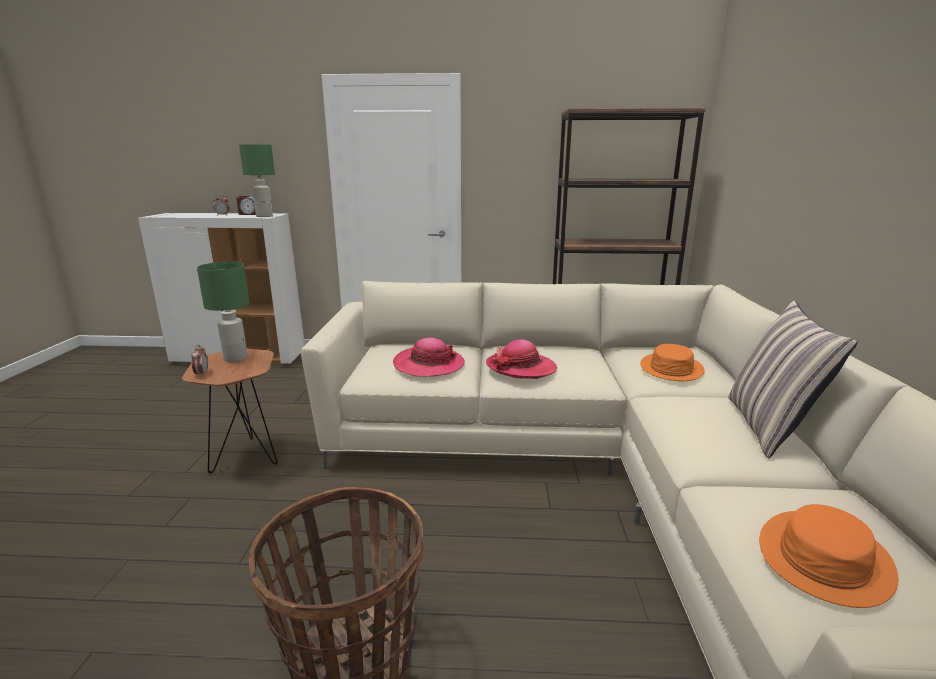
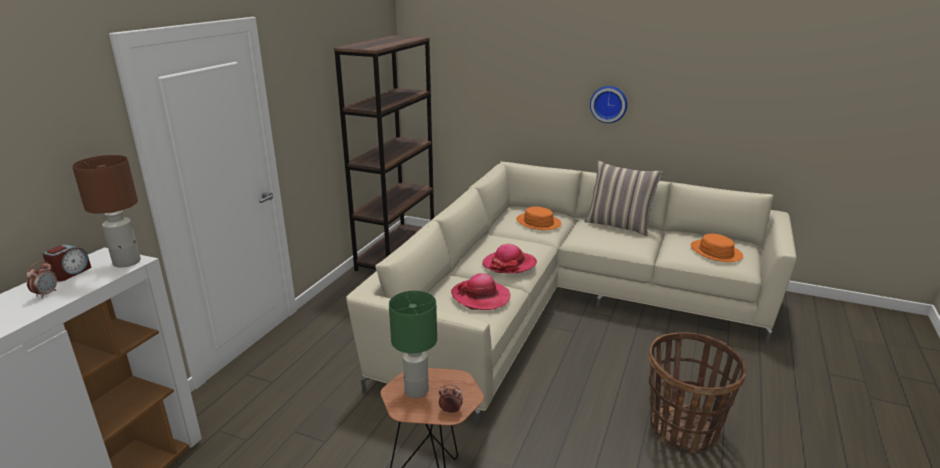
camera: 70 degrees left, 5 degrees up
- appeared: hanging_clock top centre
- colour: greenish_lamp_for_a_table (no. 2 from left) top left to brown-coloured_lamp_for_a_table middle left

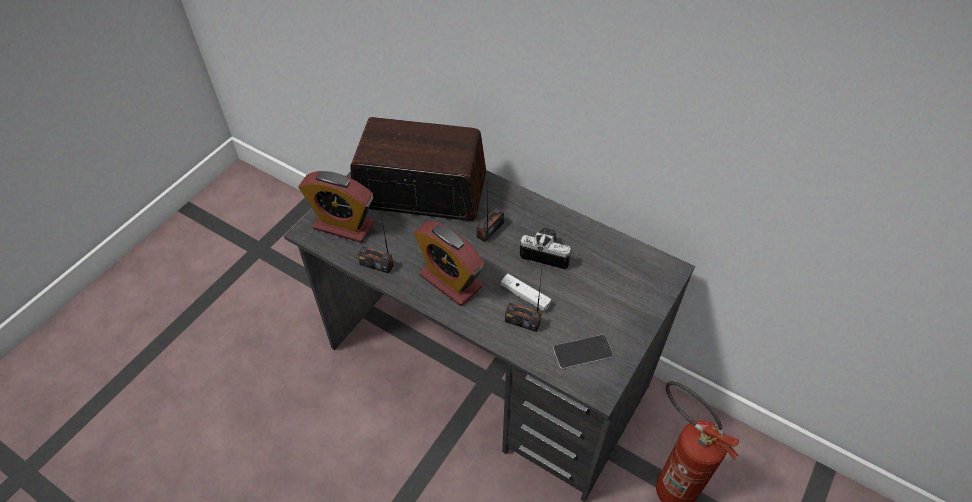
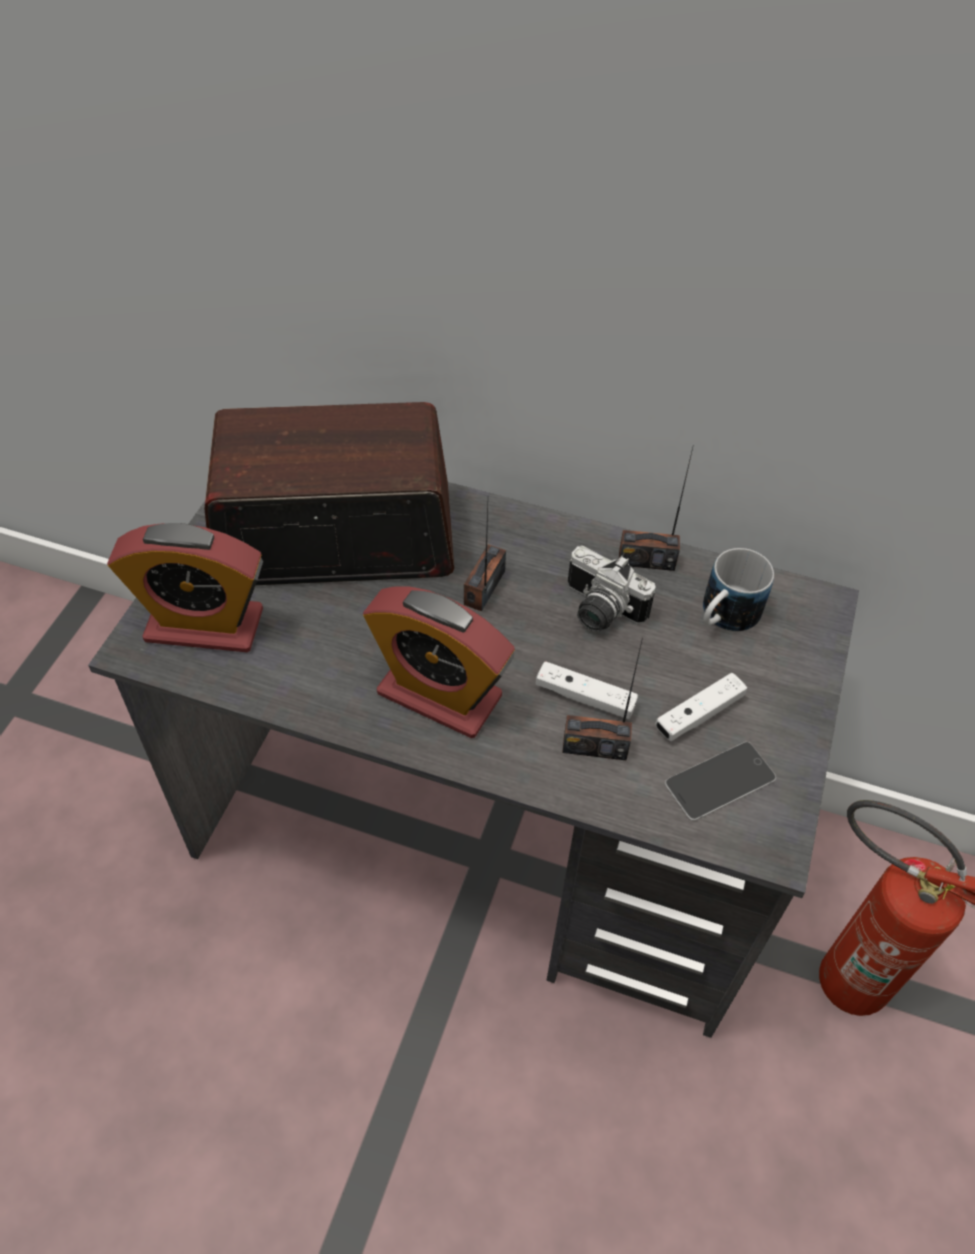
camera: 15 degrees left, 0 degrees up
- appeared: white_game_controller (no. 2 from left) middle right
- appeared: coffee_mug middle right
- relocated: radio_receiver (no. 1 from left in the first image) centre to radio_receiver (no. 4 from left) middle right
- spun: photo_camera centre = centre 150 degrees counterclockwise

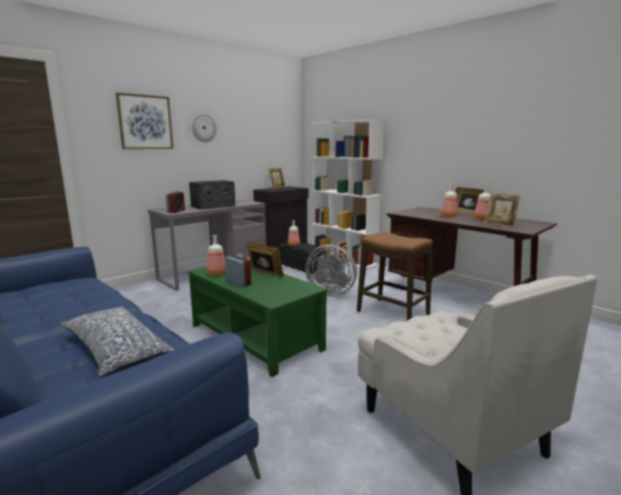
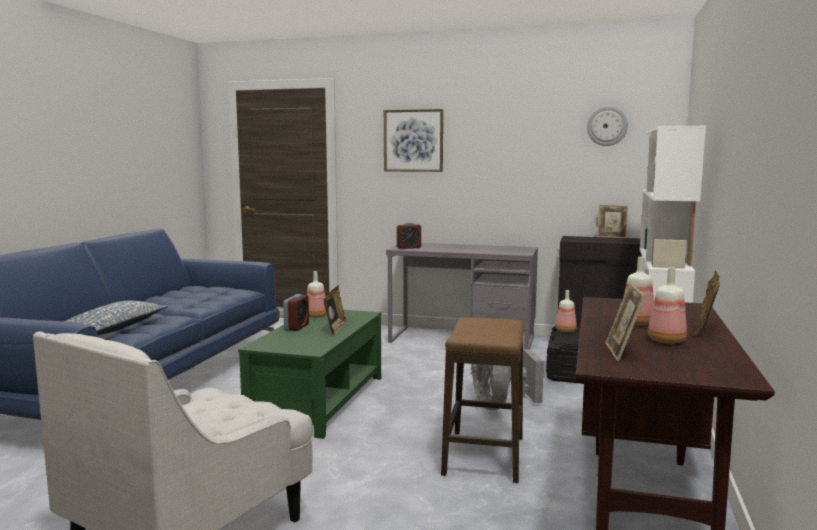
camera: 60 degrees right, 5 degrees down
- missing: radio_receiver centre
- relocated: hanging_clock top left to top right

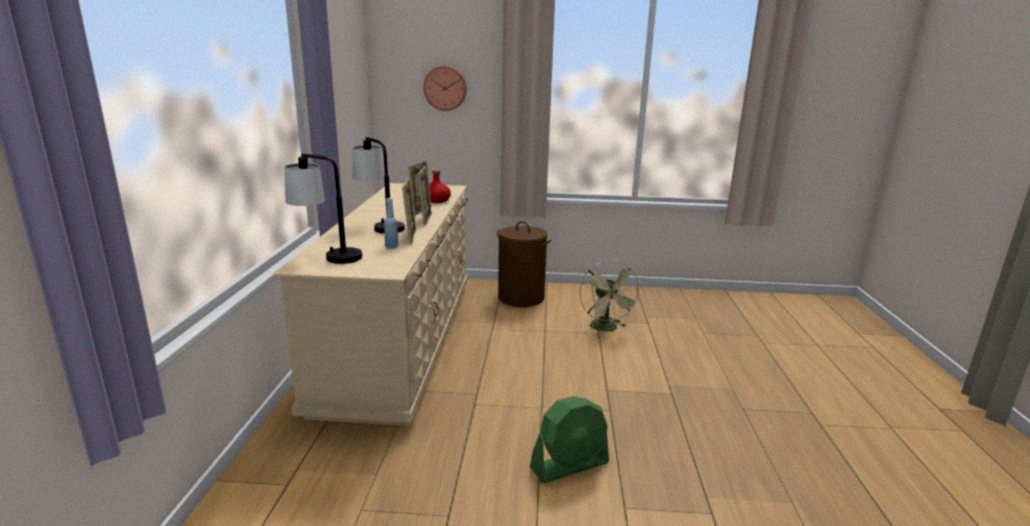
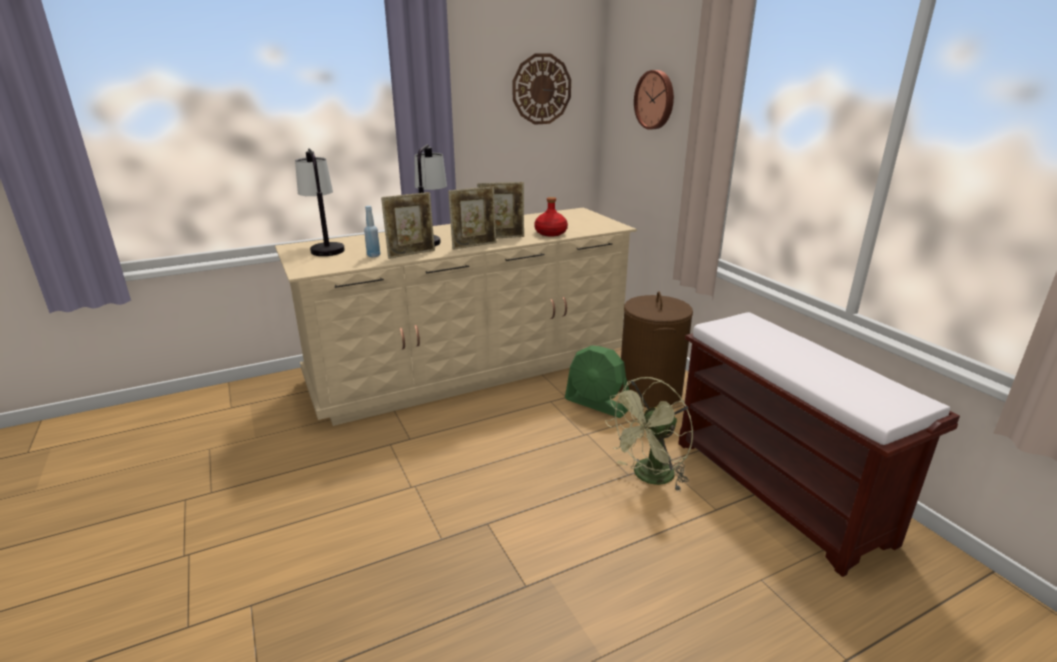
camera: 60 degrees right, 5 degrees up
- appeared: hanging_clock (no. 1 from left) top centre
- appeared: brown-coloured_indoor_bench bottom right
- relocated: greenish_electric_fan (no. 1 from left) bottom centre to centre

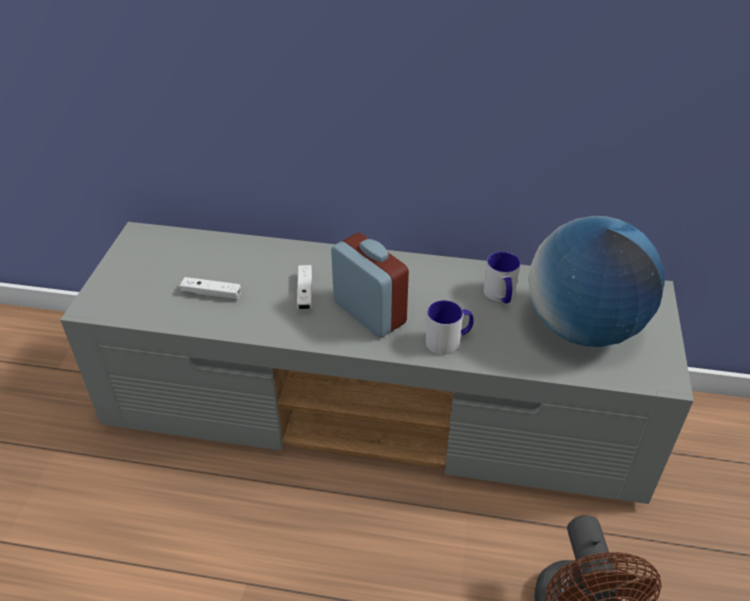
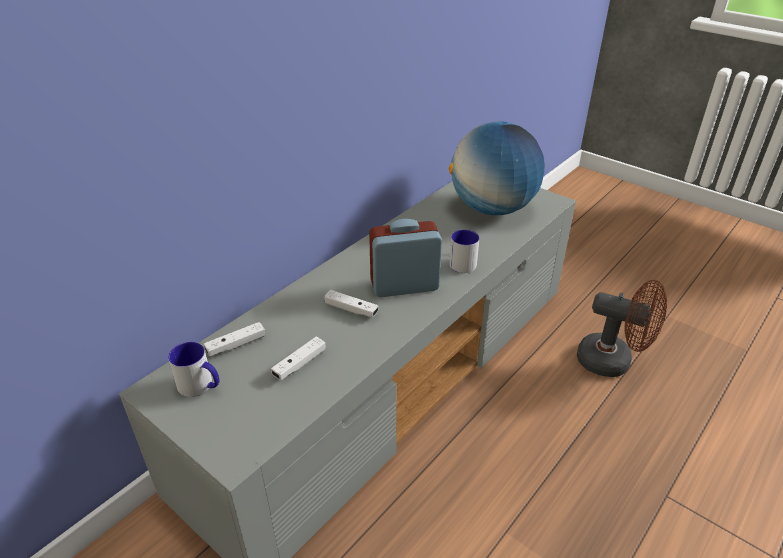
camera: 60 degrees left, 5 degrees down
- appeared: white_game_controller (no. 1 from left) middle left
- relocated: coffee_mug (no. 2 from left in the first image) middle right to coffee_mug (no. 1 from left) middle left

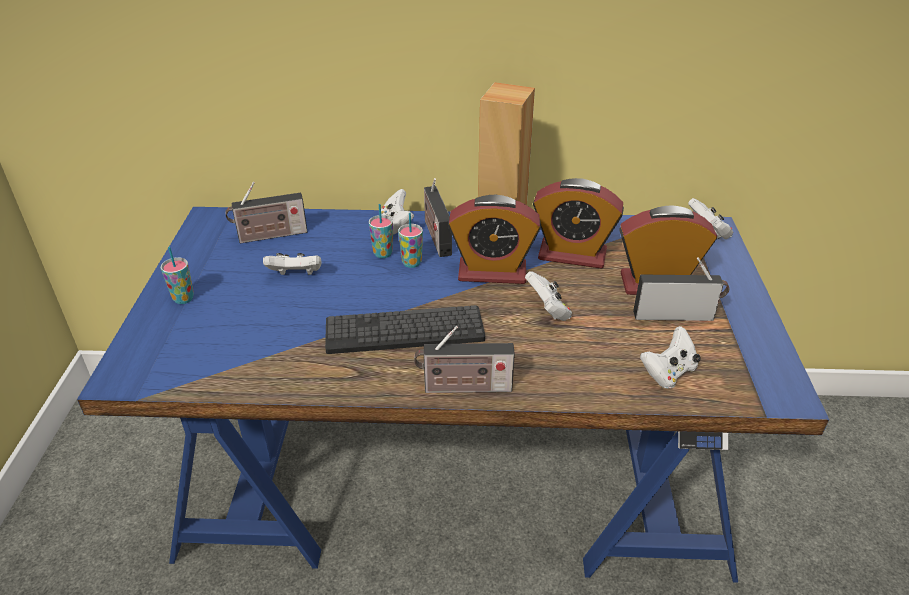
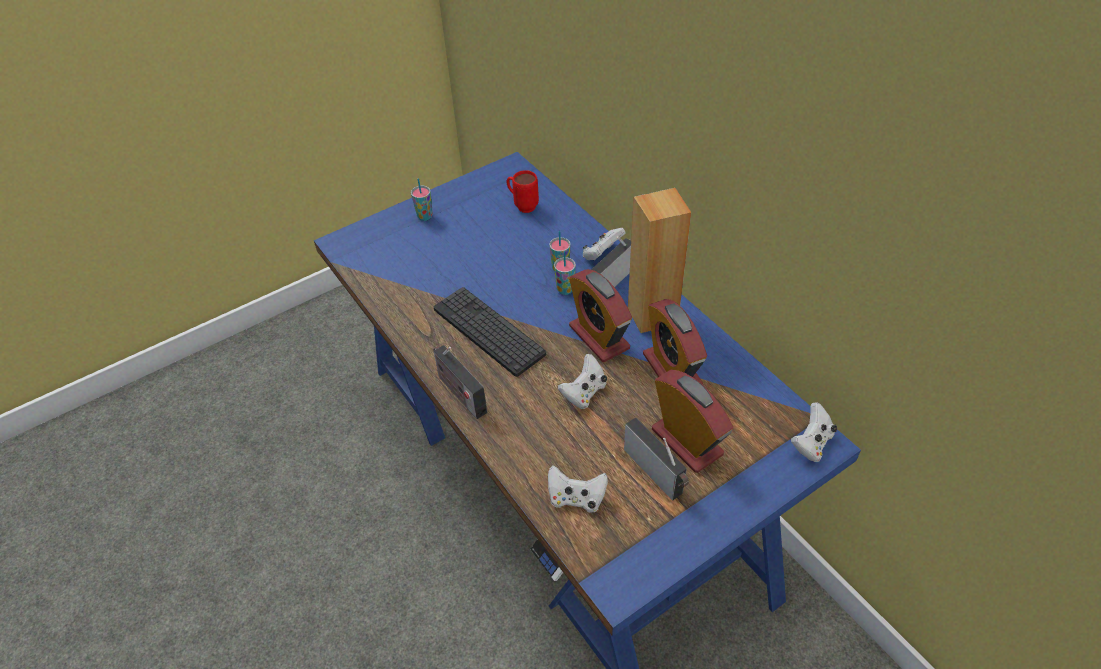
camera: 55 degrees right, 10 degrees up
- missing: white_game_controller (no. 1 from left) middle left
- exchanged: radio_receiver (no. 1 from left) middle left to red_coffee_mug top centre

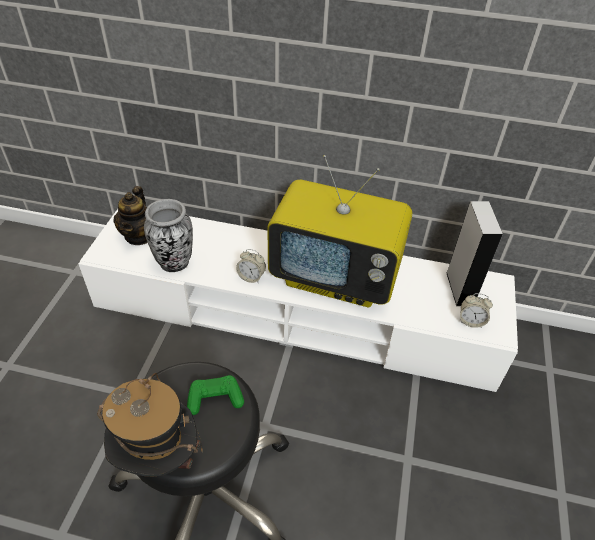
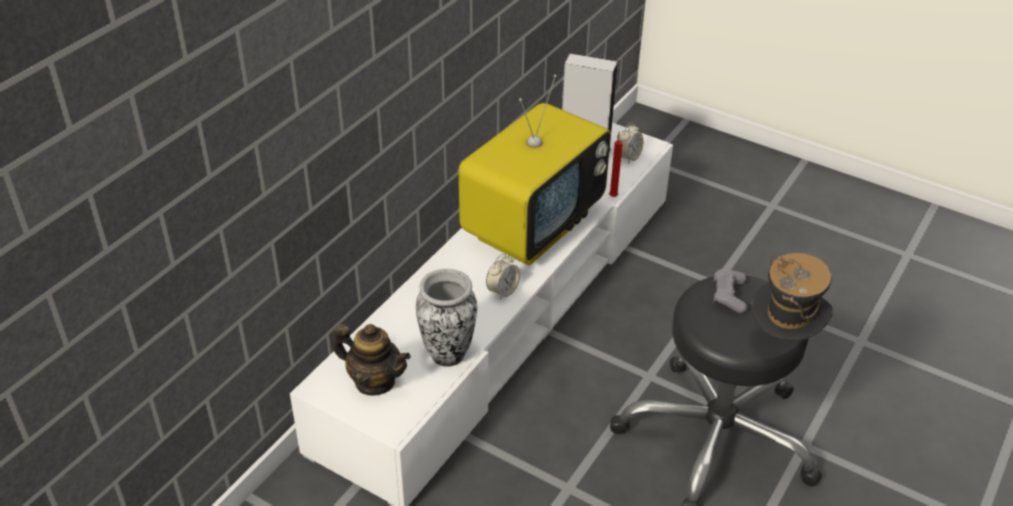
camera: 70 degrees left, 5 degrees down
- appeared: red_wax_candle top centre
- colour: greenish_game_controller bottom centre to greyish_game_controller middle right

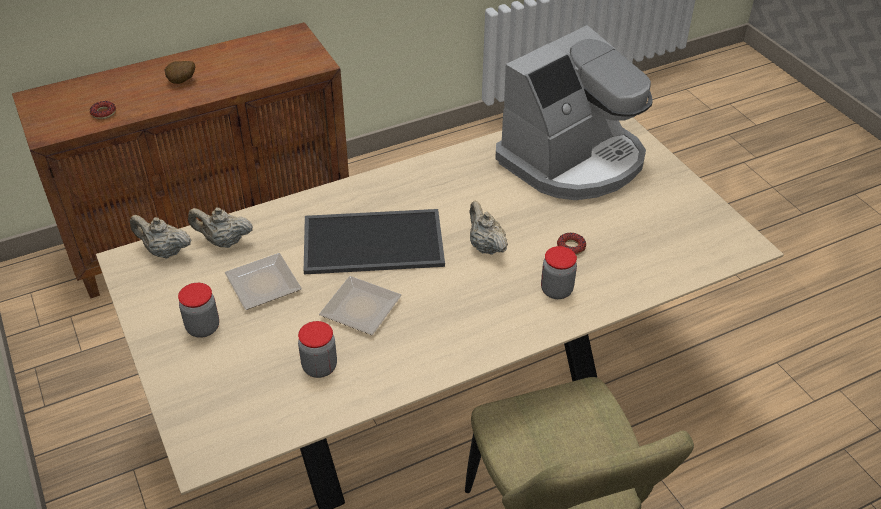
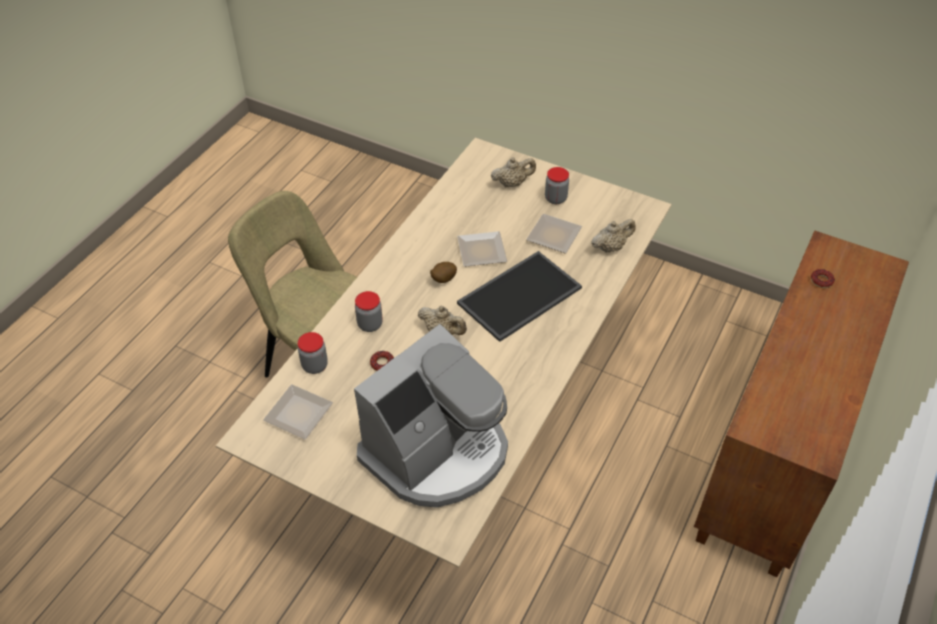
camera: 145 degrees right, 5 degrees up
- appeared: flat_dish (no. 1 from left) middle left
- relocated: beige_teapot (no. 1 from left in the first image) middle left to beige_teapot (no. 2 from left) top centre
- relocated: whole_potato top left to centre
- relocated: jar (no. 2 from left in the first image) bottom centre to jar (no. 1 from left) centre
- spun: coffee_maker top centre = bottom centre 150 degrees counterclockwise

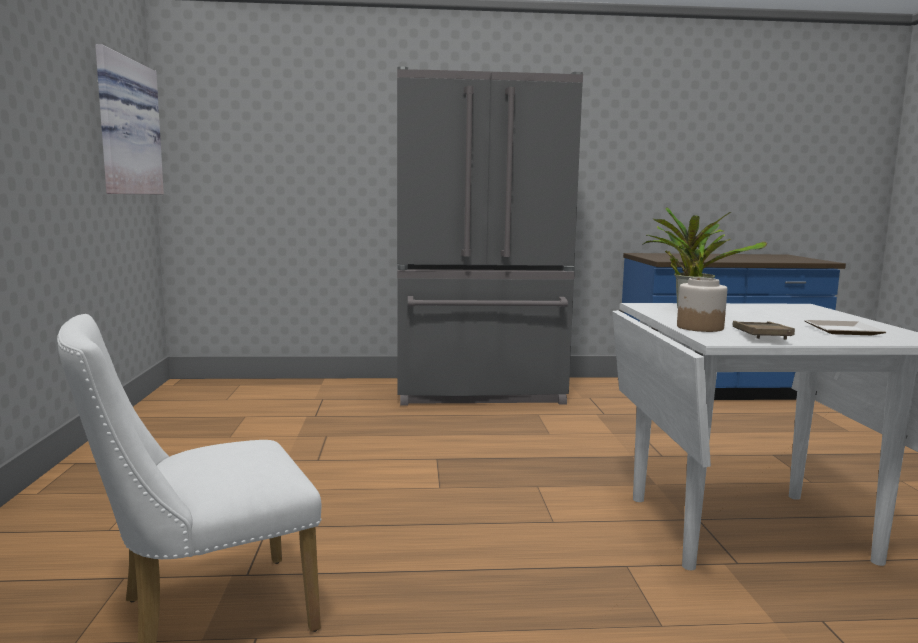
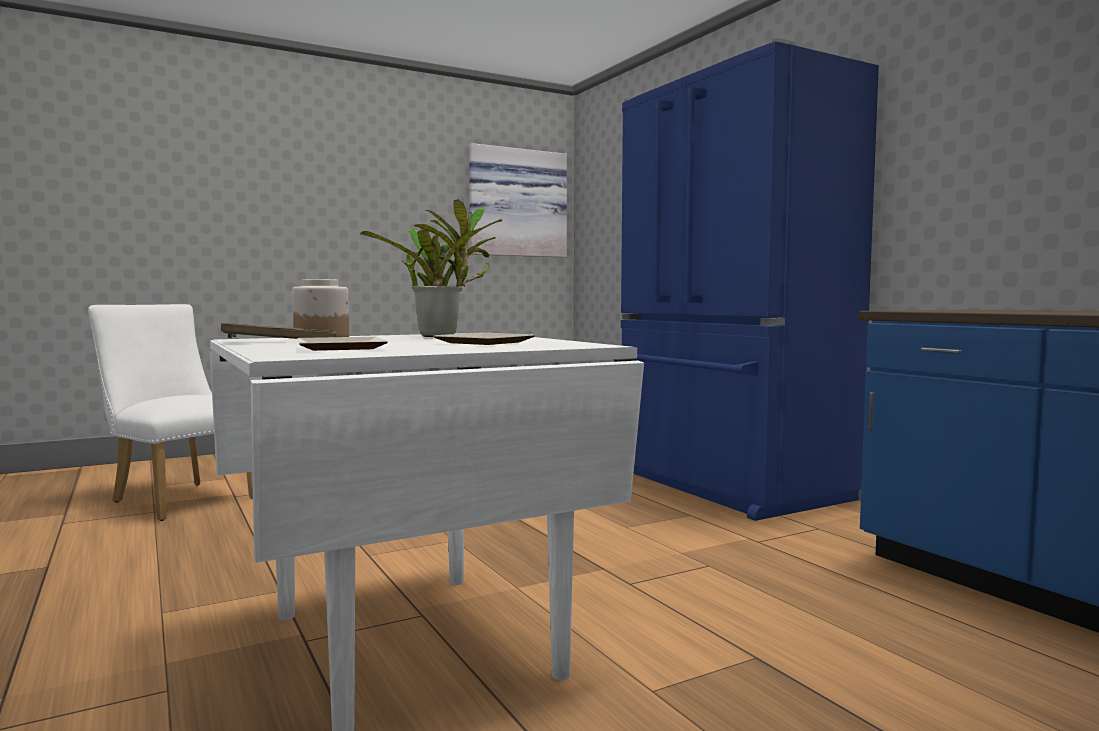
camera: 65 degrees right, 5 degrees down
- appeared: flat_dish (no. 2 from left) centre
- colour: greyish_fridge centre to bluish_fridge middle right

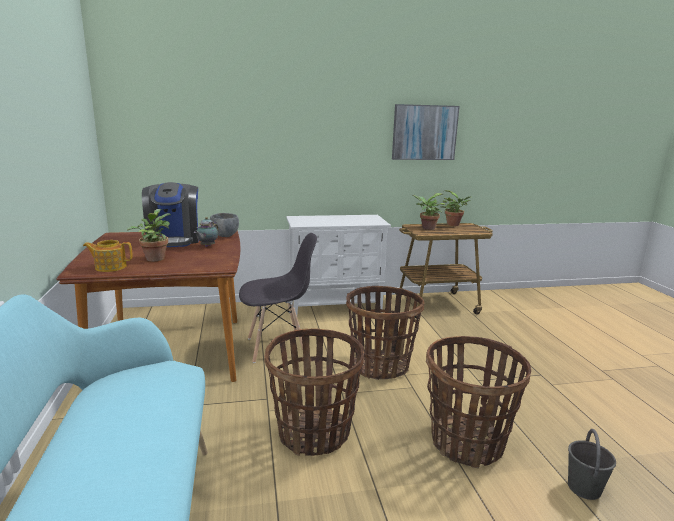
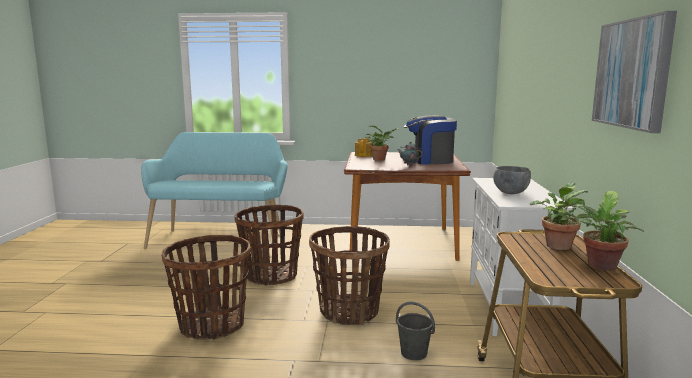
camera: 105 degrees right, 5 degrees down
- missing: greyish_chair centre
- relocated: greyish_bowl middle left to middle right
- relocated: greyish_bucket bottom right to bottom centre

